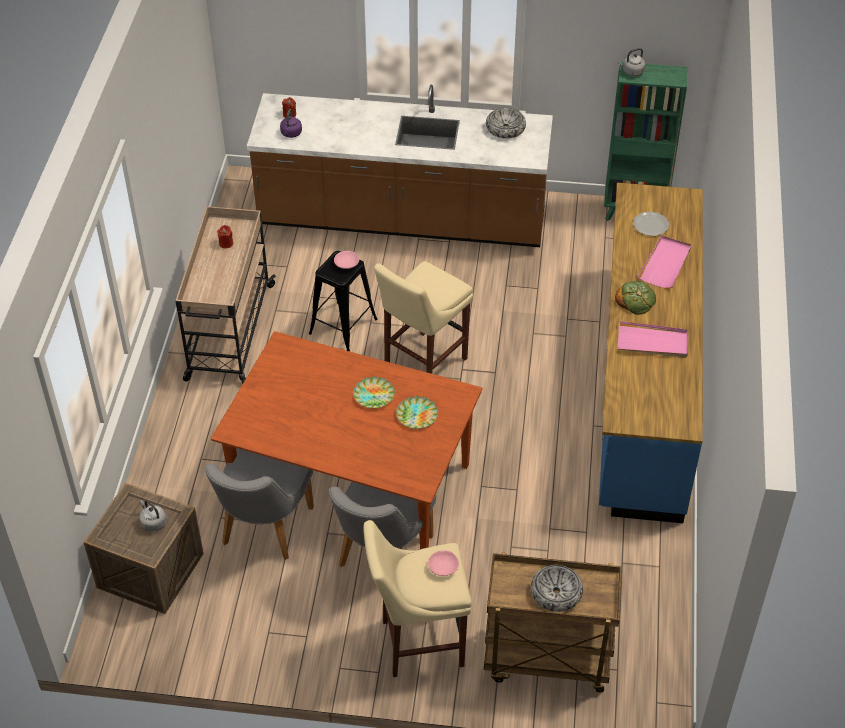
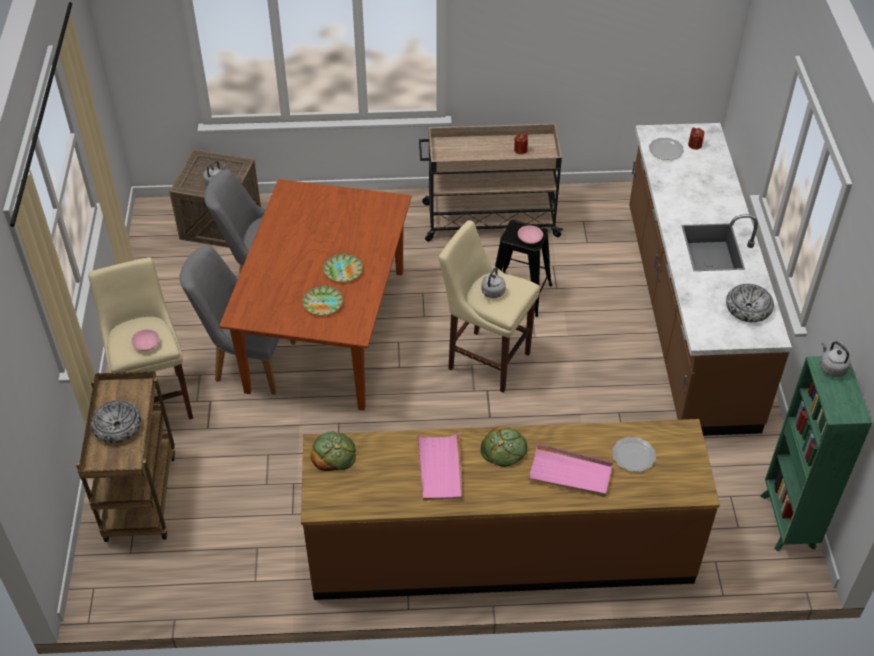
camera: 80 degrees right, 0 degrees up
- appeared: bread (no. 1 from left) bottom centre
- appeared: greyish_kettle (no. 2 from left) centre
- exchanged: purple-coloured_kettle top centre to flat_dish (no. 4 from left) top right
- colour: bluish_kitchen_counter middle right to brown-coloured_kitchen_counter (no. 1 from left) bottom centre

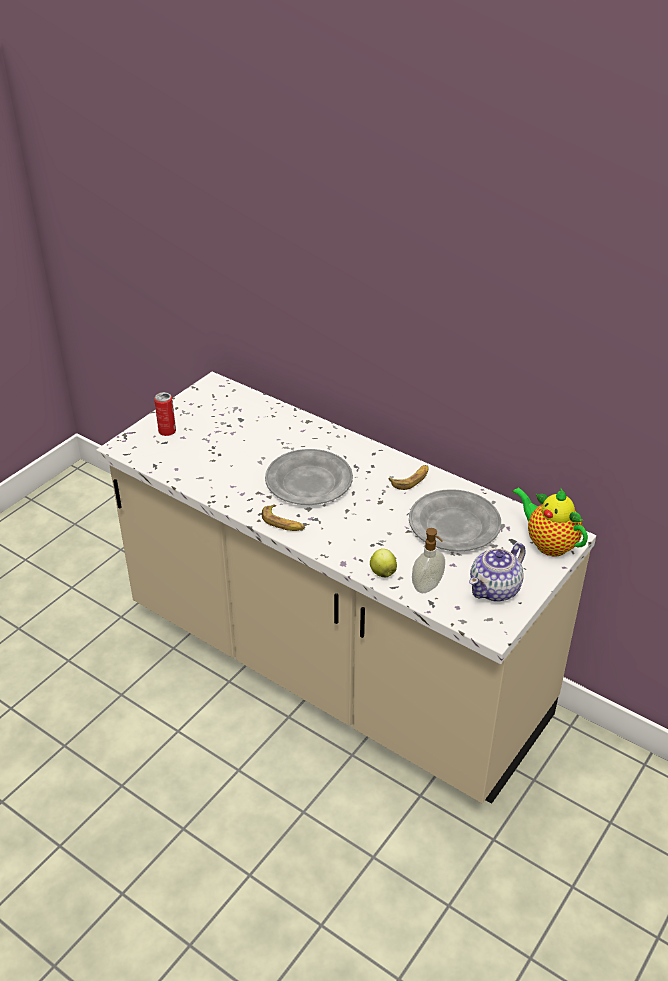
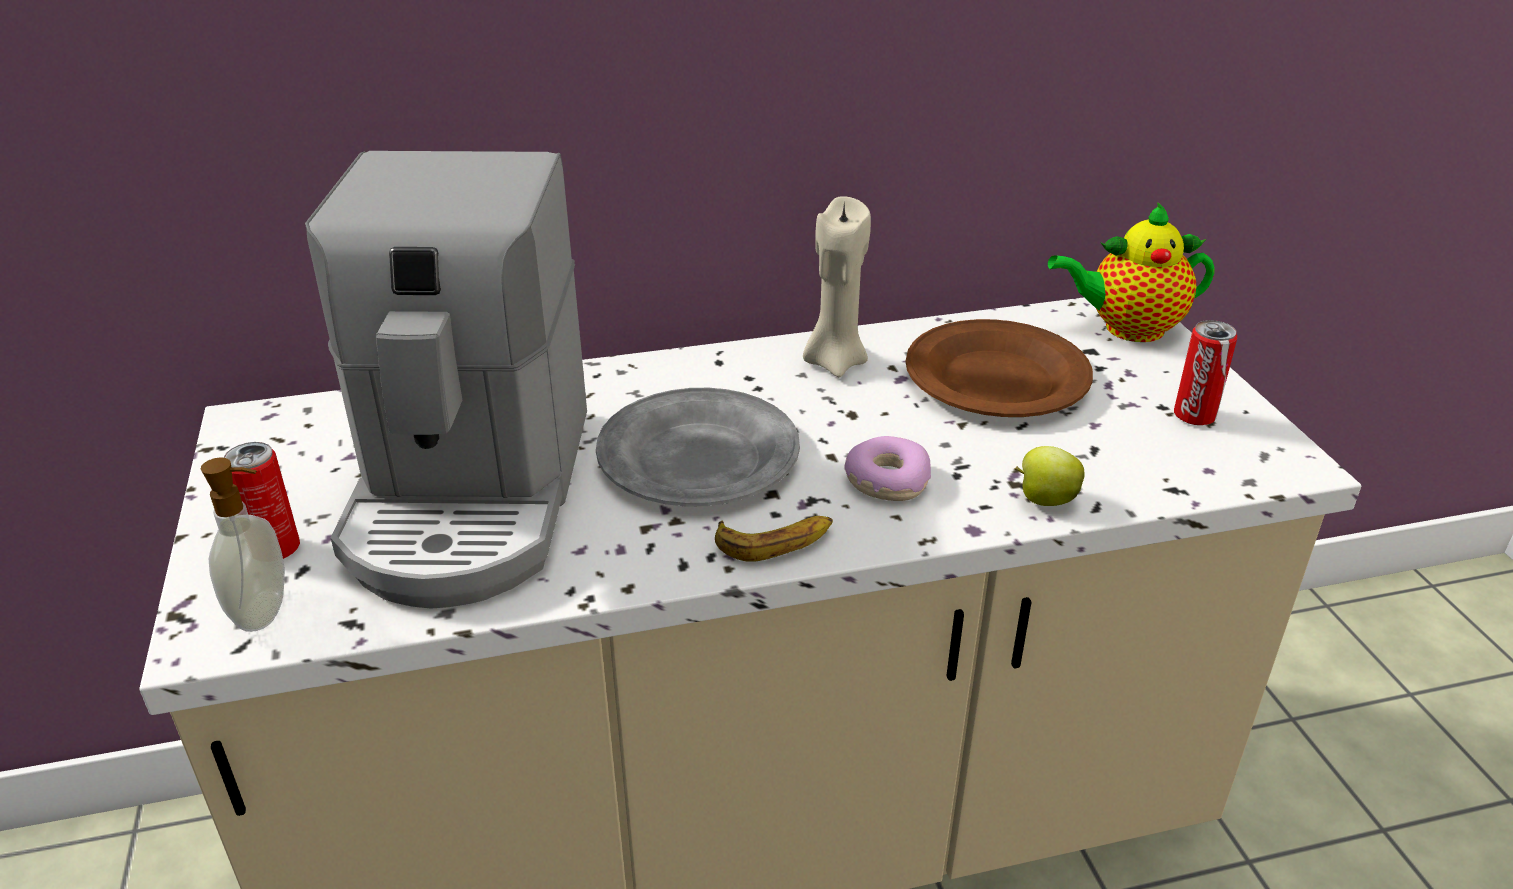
camera: 50 degrees left, 5 degrees down
- appeared: coffee_maker middle left
- appeared: ring_doughnut centre
- relocated: soap_bottle centre to middle left
- exchanged: banana (no. 2 from left) centre to beige_wax_candle top centre
- exchanged: teapot (no. 1 from left) middle right to sealed_can (no. 2 from left) middle right
- colour: greyish_flat_dish (no. 2 from left) middle right to brown-coloured_flat_dish centre

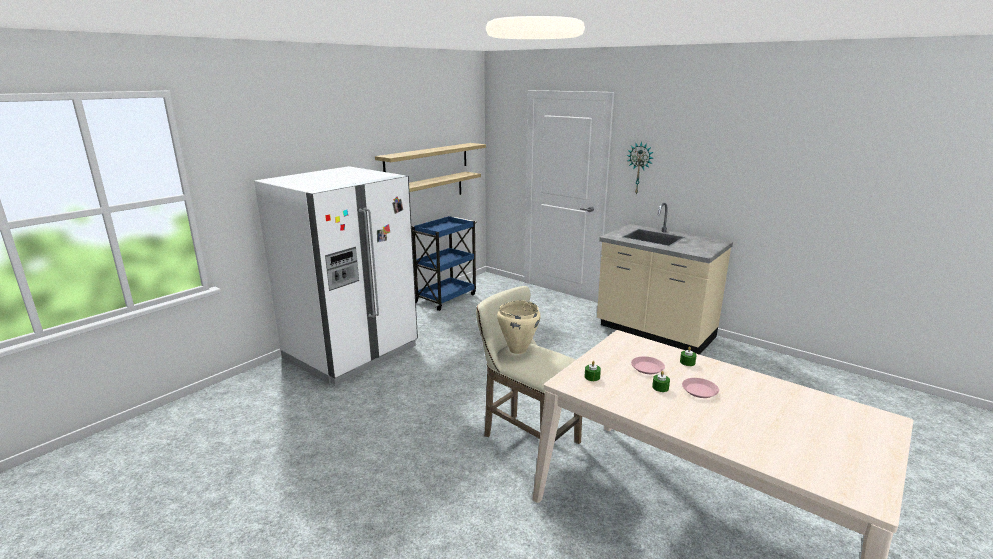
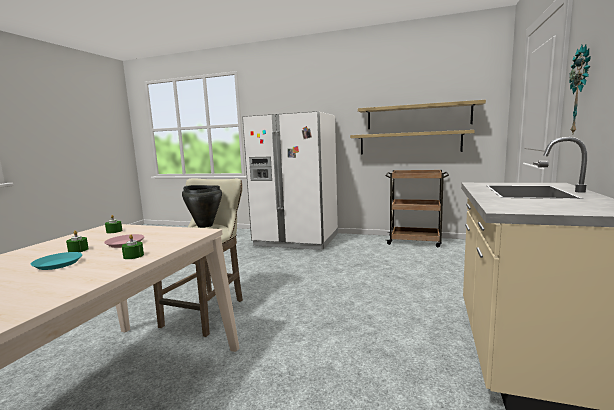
camera: 70 degrees right, 10 degrees down
- colour: bluish_wheeled_cart centre to brown-coloured_wheeled_cart middle right
- colour: beige_cooking_pot centre to black_cooking_pot middle left
- colour: pink-coloured_flat_dish (no. 2 from left) bottom right to turquoise-coloured_flat_dish middle left

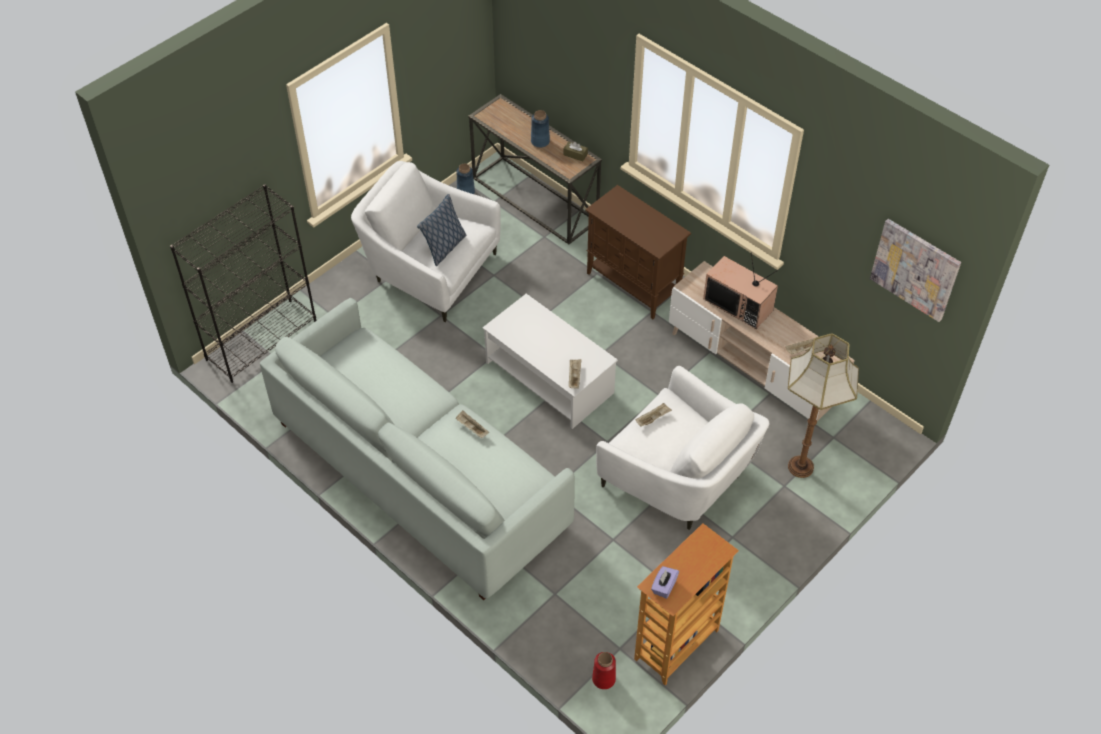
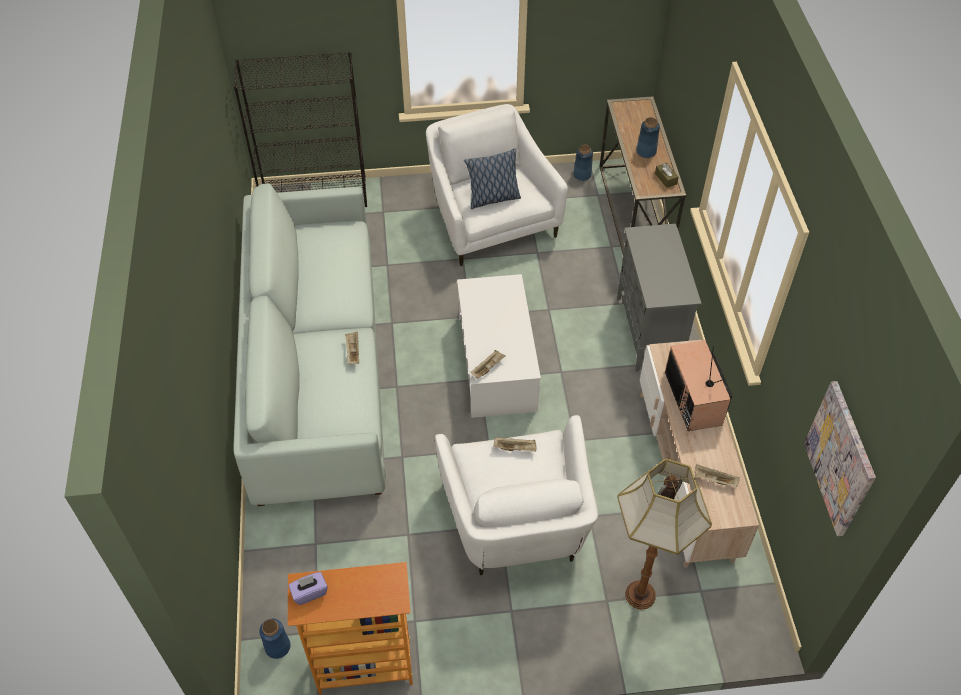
camera: 40 degrees right, 0 degrees up
- colour: brown-coloured_cupboard centre to greyish_cupboard middle right
- colour: red_decorative_vase bottom centre to bluish_decorative_vase (no. 1 from left) bottom left

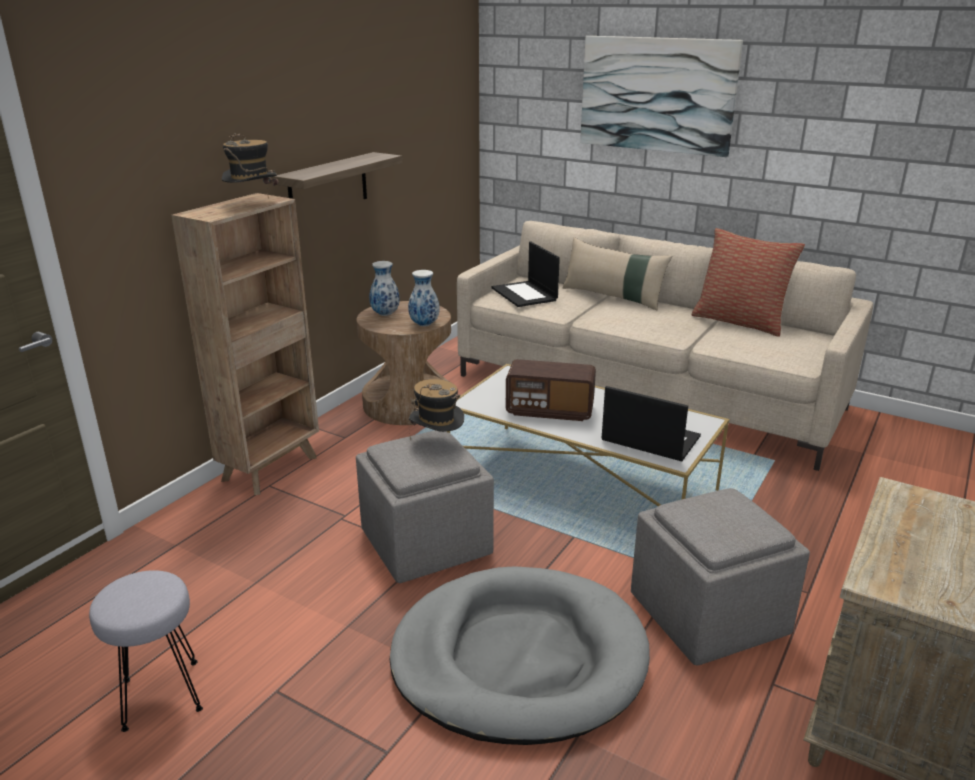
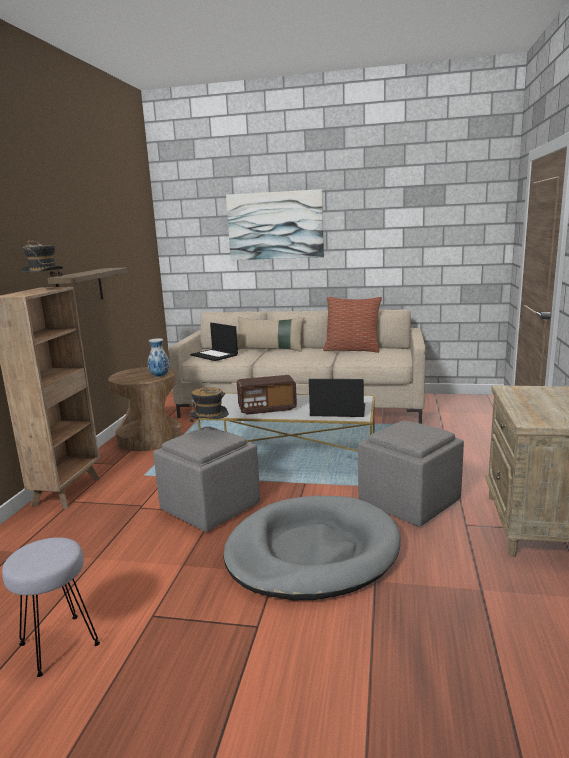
camera: 20 degrees left, 10 degrees down
- missing: decorative_vase (no. 1 from left) centre

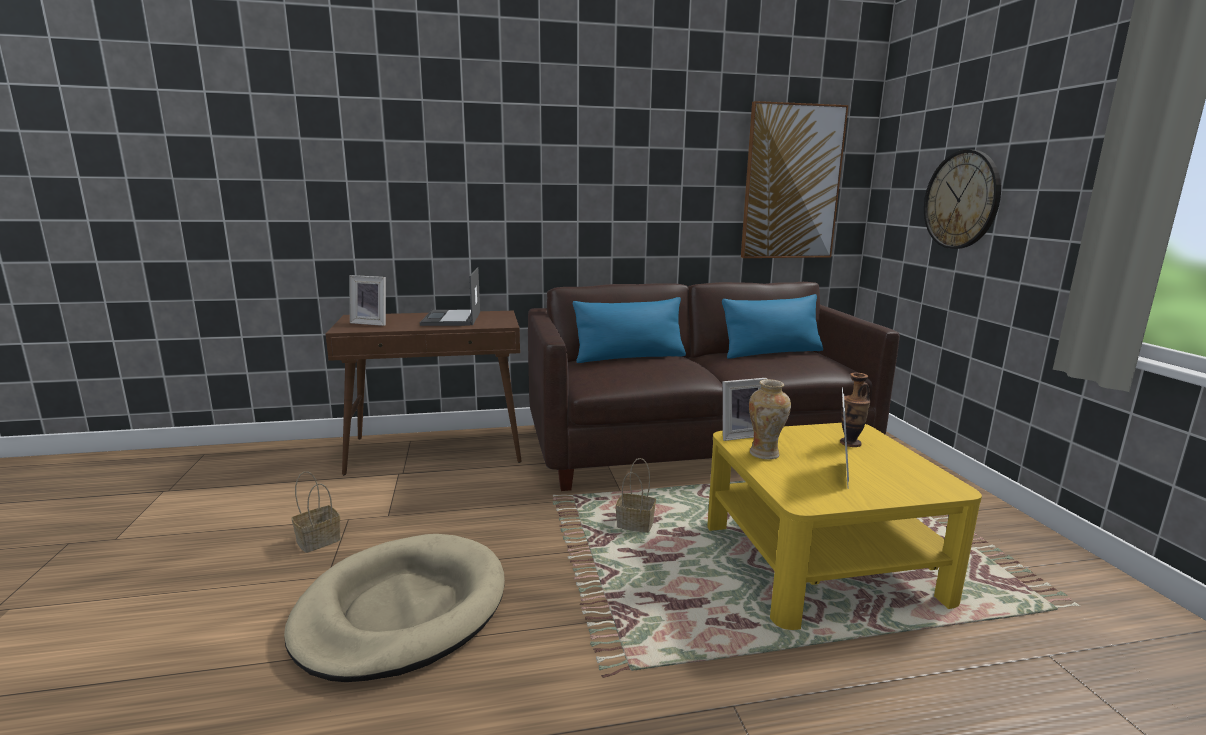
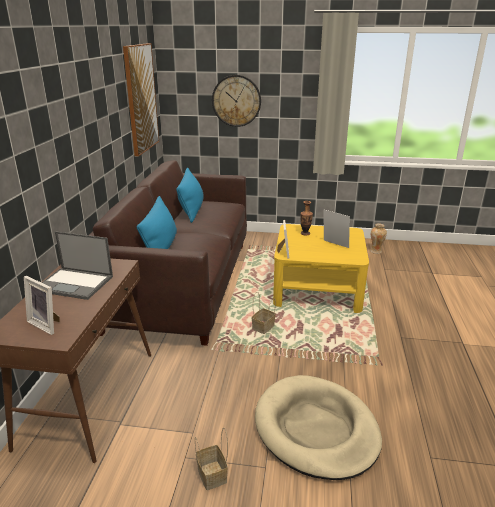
camera: 70 degrees left, 10 degrees up
- relocated: decorative_vase (no. 1 from left in the first image) centre to decorative_vase (no. 2 from left) middle right
- spun: photo_frame (no. 1 from left) middle left = middle left 90 degrees clockwise

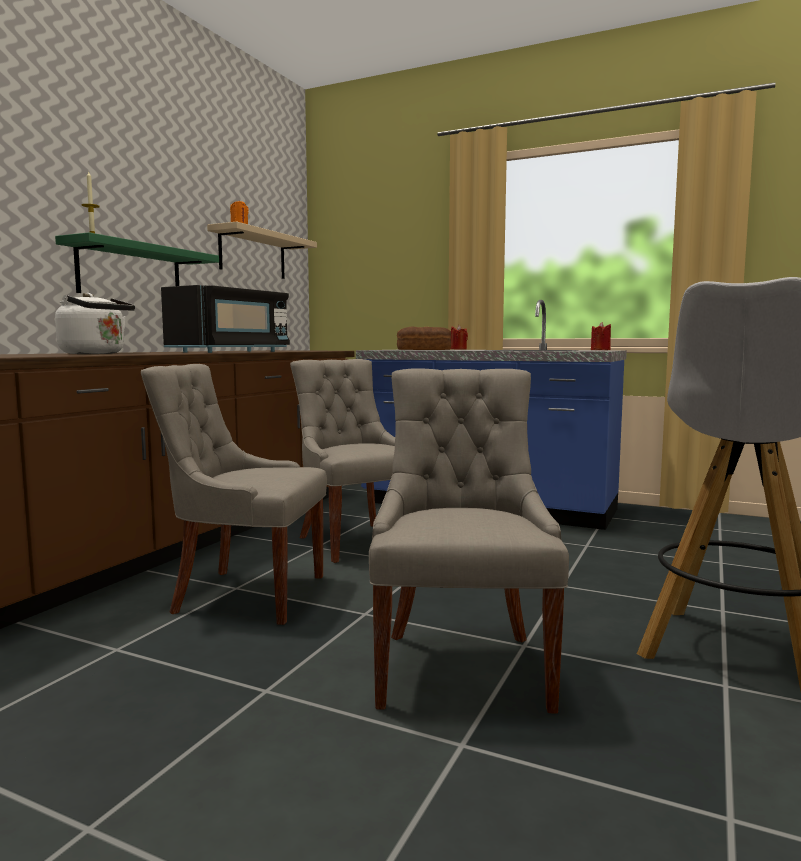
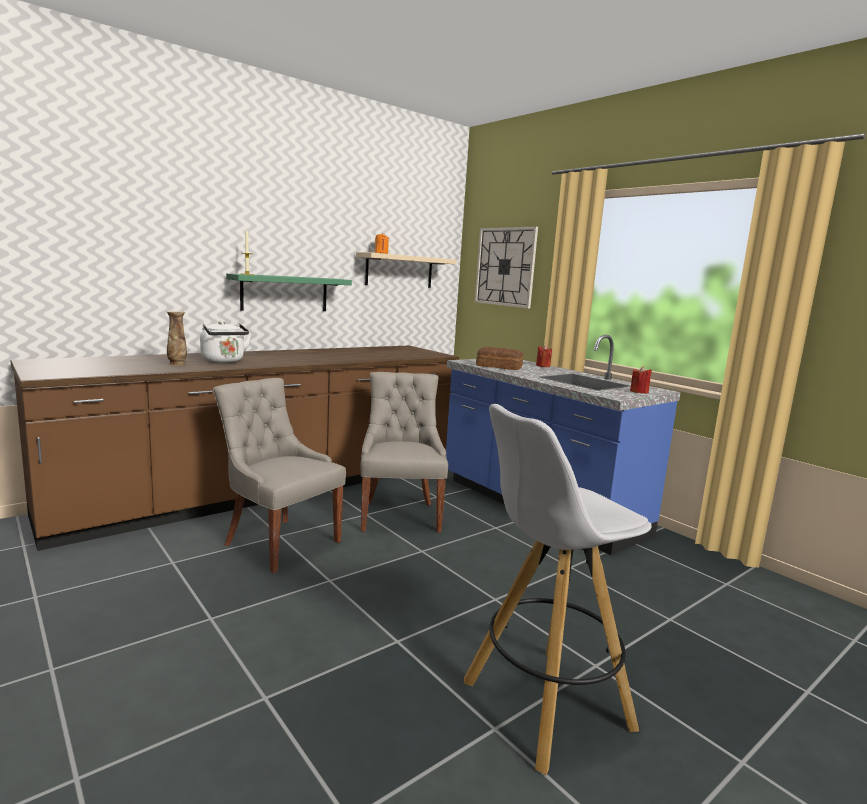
camera: 25 degrees right, 5 degrees up
- missing: black_kitchen_microwave middle left
- missing: greyish_chair (no. 3 from left) centre
- appeared: decorative_vase middle left
- appeared: hanging_clock top centre

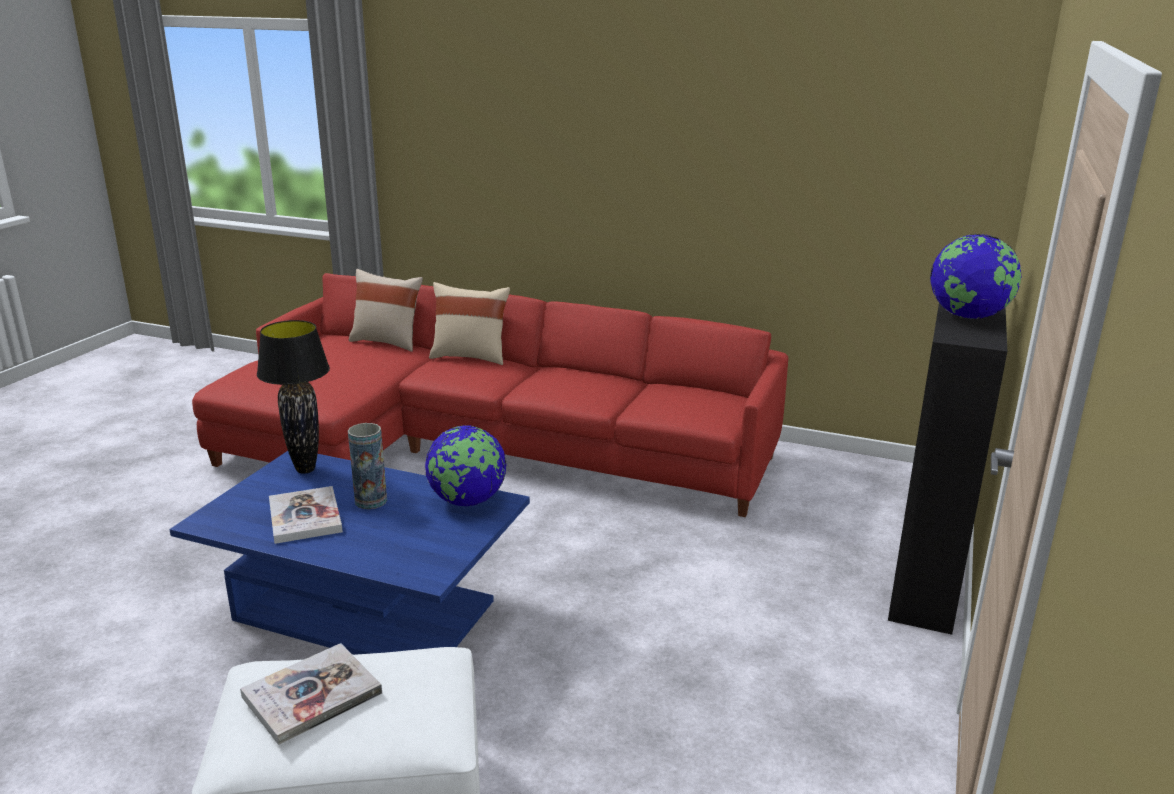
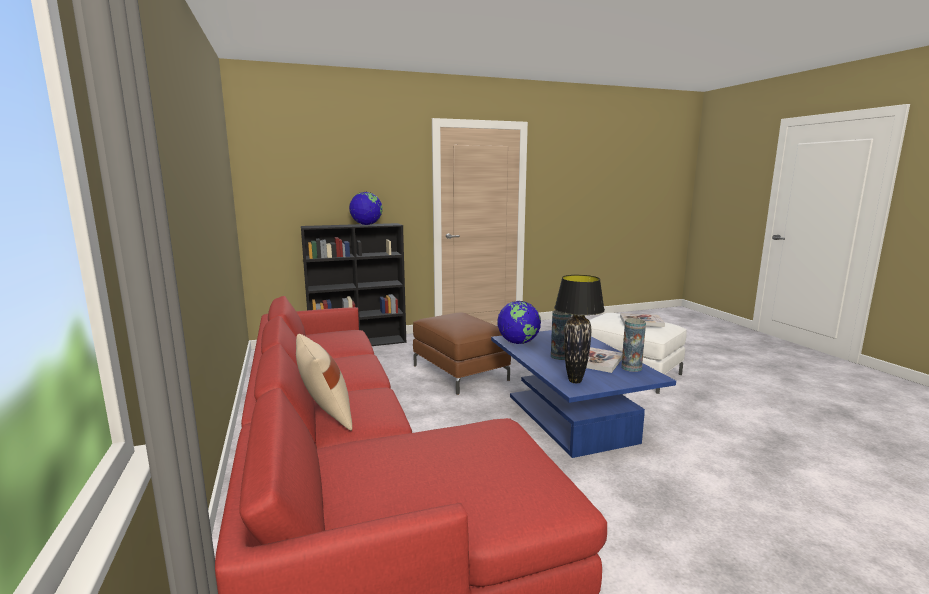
camera: 130 degrees left, 10 degrees down
- missing: beige_throw_pillow (no. 1 from left) middle left
- appeared: brown-coloured_footrest centre
- appeared: decorative_vase (no. 2 from left) middle right

